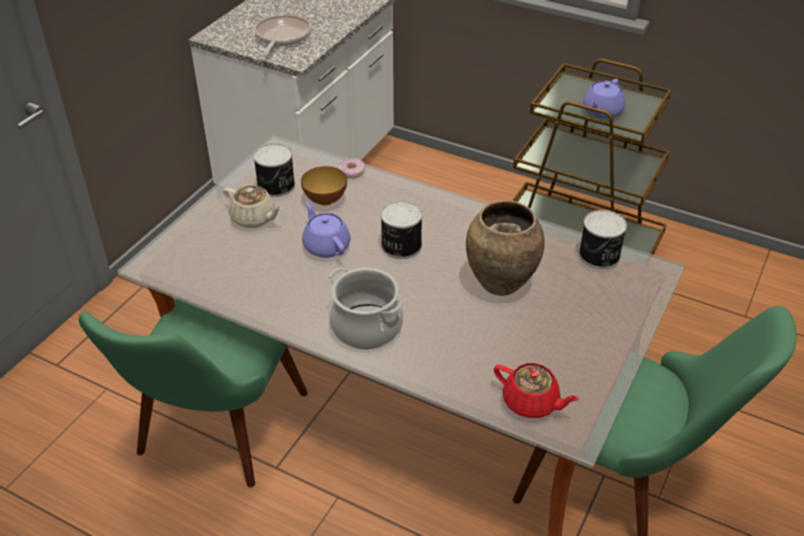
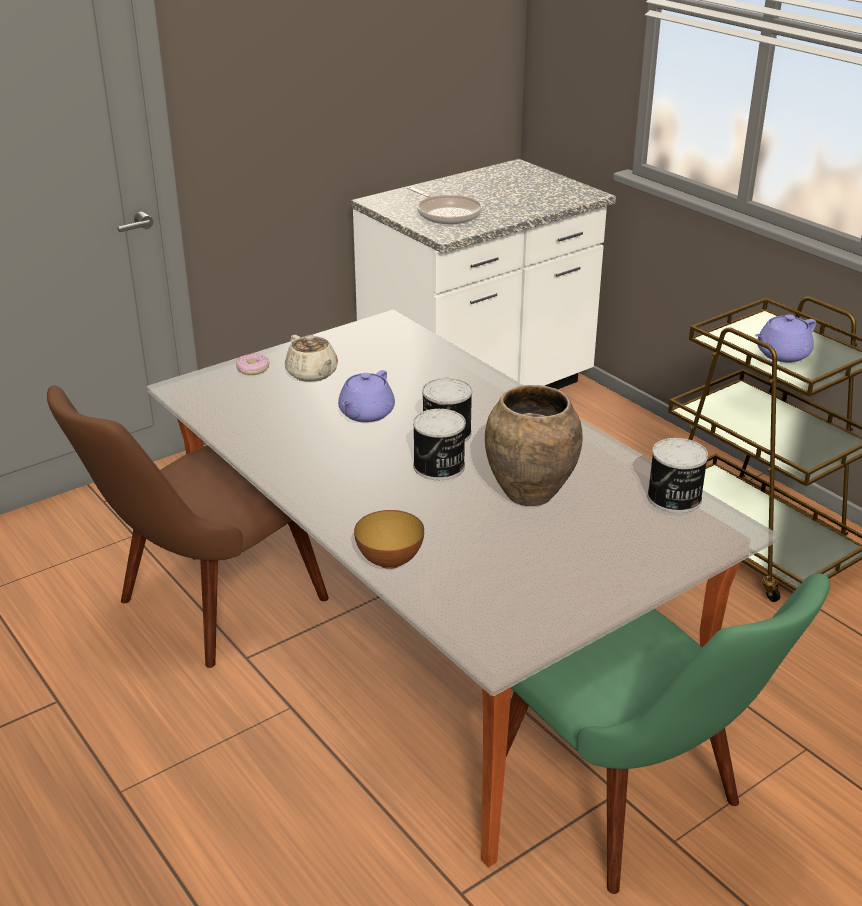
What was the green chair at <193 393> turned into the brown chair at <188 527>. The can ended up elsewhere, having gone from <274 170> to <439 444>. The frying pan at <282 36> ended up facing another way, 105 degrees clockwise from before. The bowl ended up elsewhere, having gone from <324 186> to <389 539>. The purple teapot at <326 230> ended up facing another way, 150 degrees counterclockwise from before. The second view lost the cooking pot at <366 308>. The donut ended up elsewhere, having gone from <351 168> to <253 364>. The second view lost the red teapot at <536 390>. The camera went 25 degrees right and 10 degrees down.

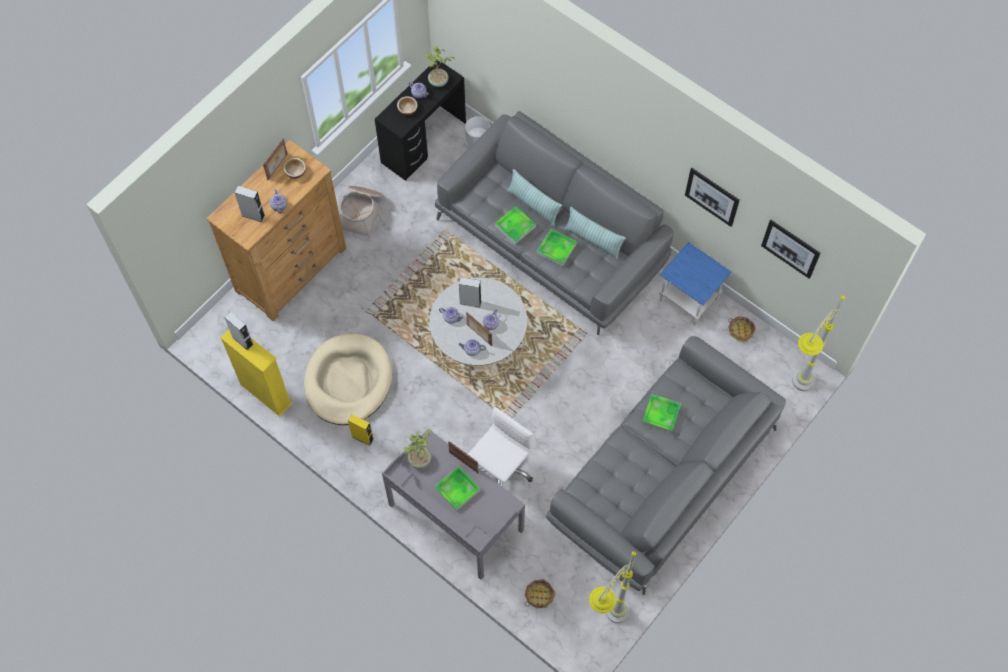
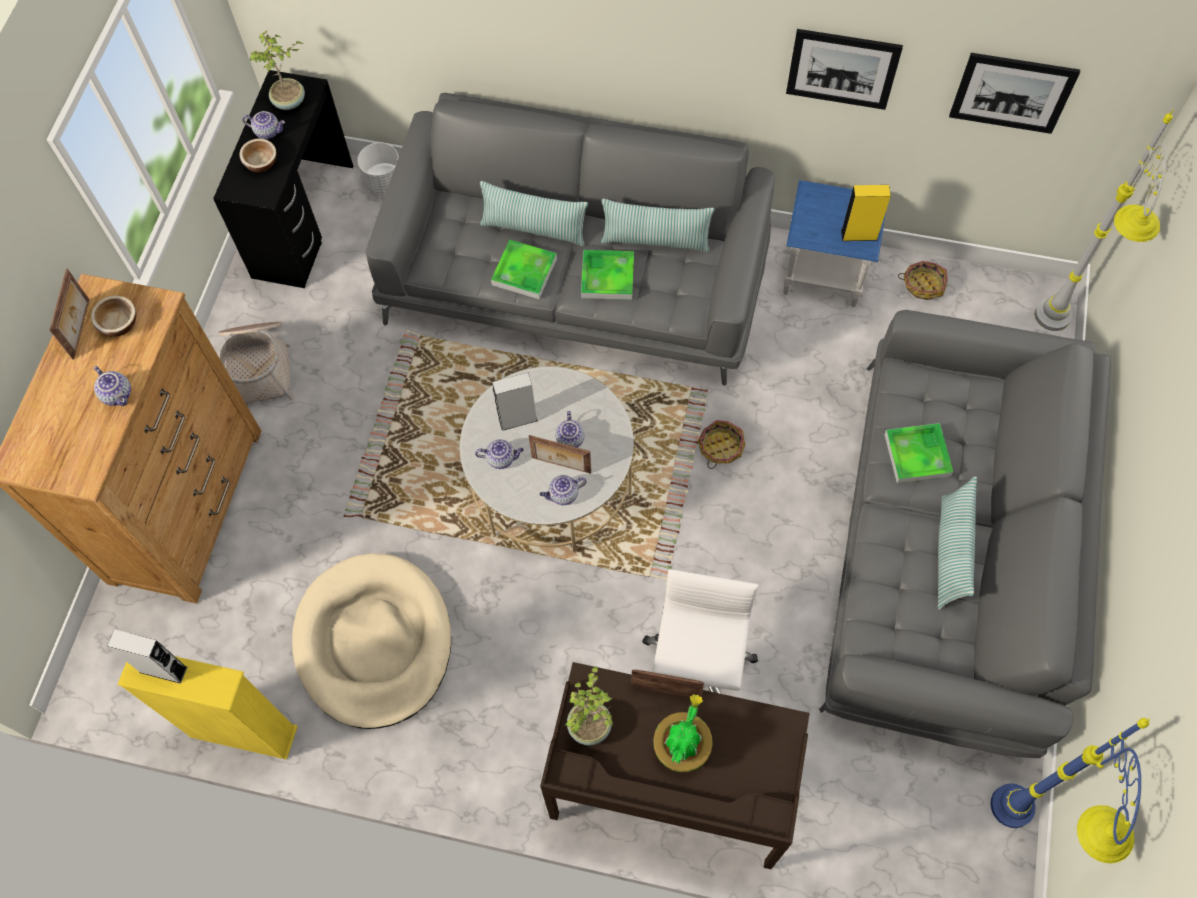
The second view lost the grey speaker at <249 204>. The yellow speaker ended up elsewhere, having gone from <361 430> to <866 213>. What was the grey desk at <453 504> turned into the brown desk at <675 765>. Where the tray stood at <457 488>, the potted plant came to stand at <683 733>. The basket ended up elsewhere, having gone from <540 593> to <721 444>. What was the grey floor lamp at <612 587> turned into the blue floor lamp at <1070 791>. The second view gained the pillow at <957 543>. The camera went 25 degrees left and 0 degrees up.

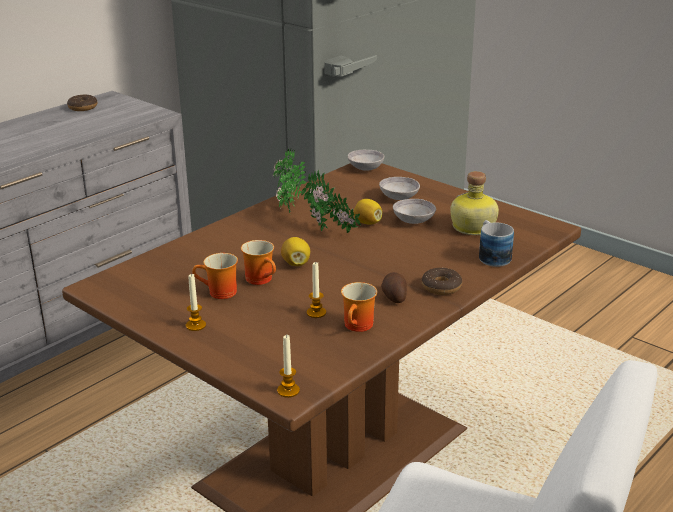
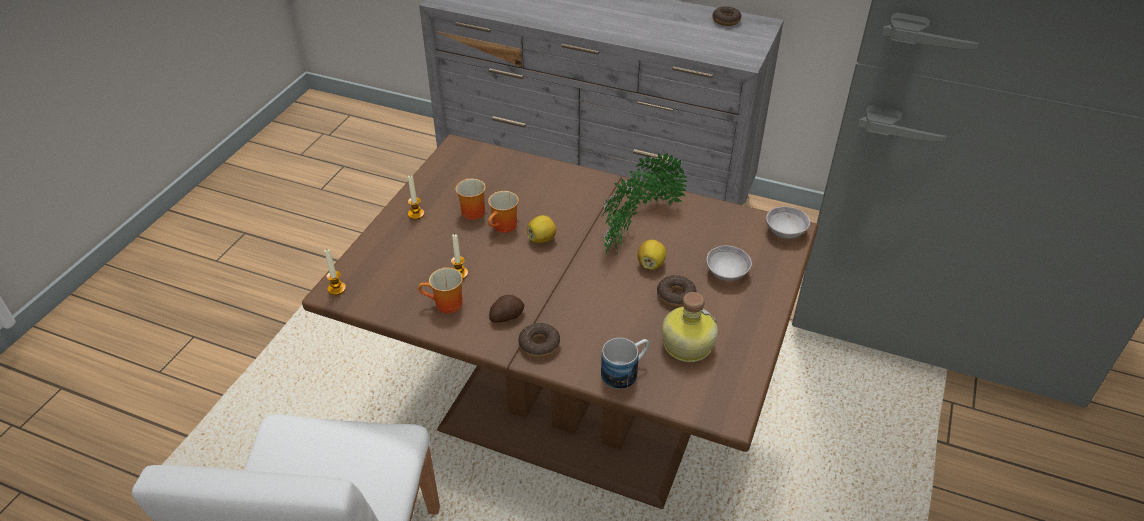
Where the grey bowl stood at <414 211>, the donut came to stand at <677 291>. The camera went 70 degrees right and 15 degrees up.

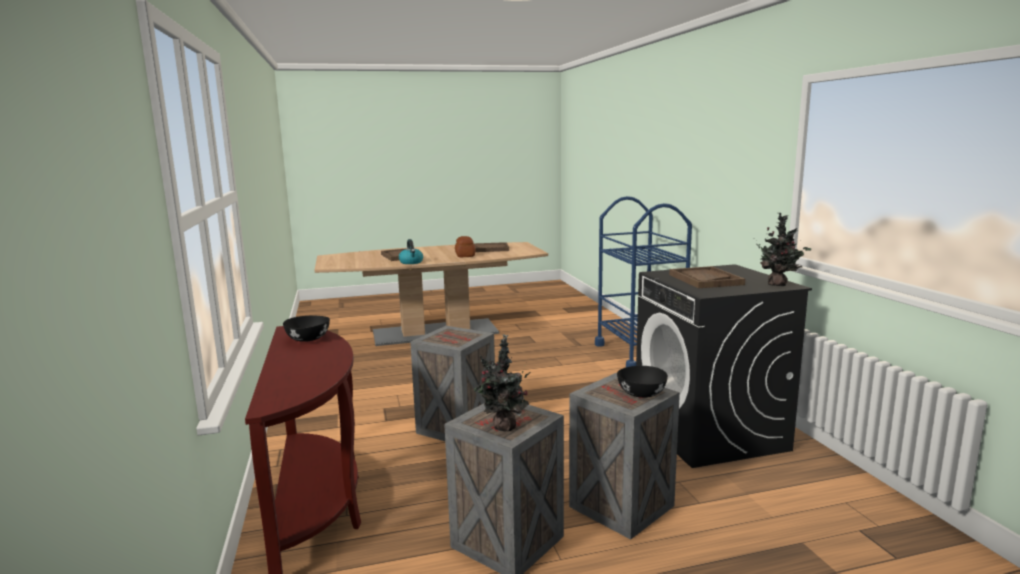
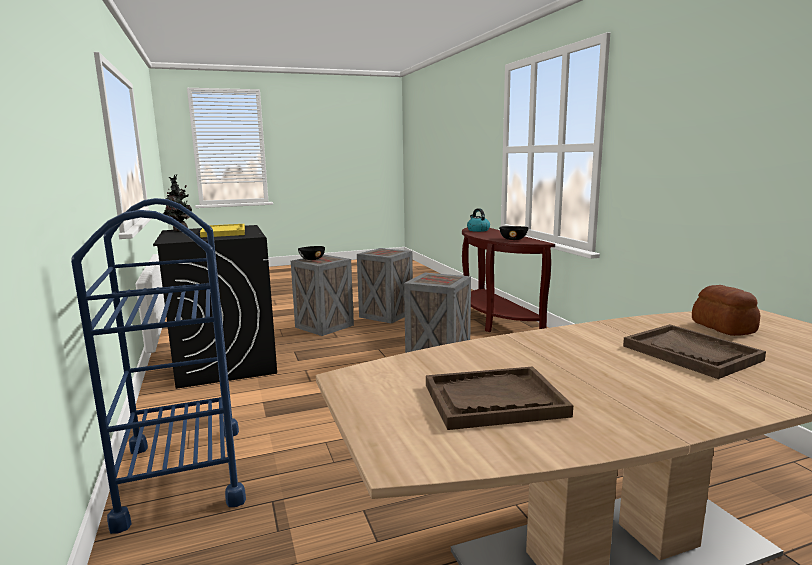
The kettle ended up elsewhere, having gone from <411 251> to <478 220>. The bread ended up elsewhere, having gone from <465 246> to <726 310>. The second view lost the potted plant at <502 383>. What was the brown tray at <707 277> turned into the yellow tray at <222 231>. The camera went 175 degrees right and 0 degrees up.

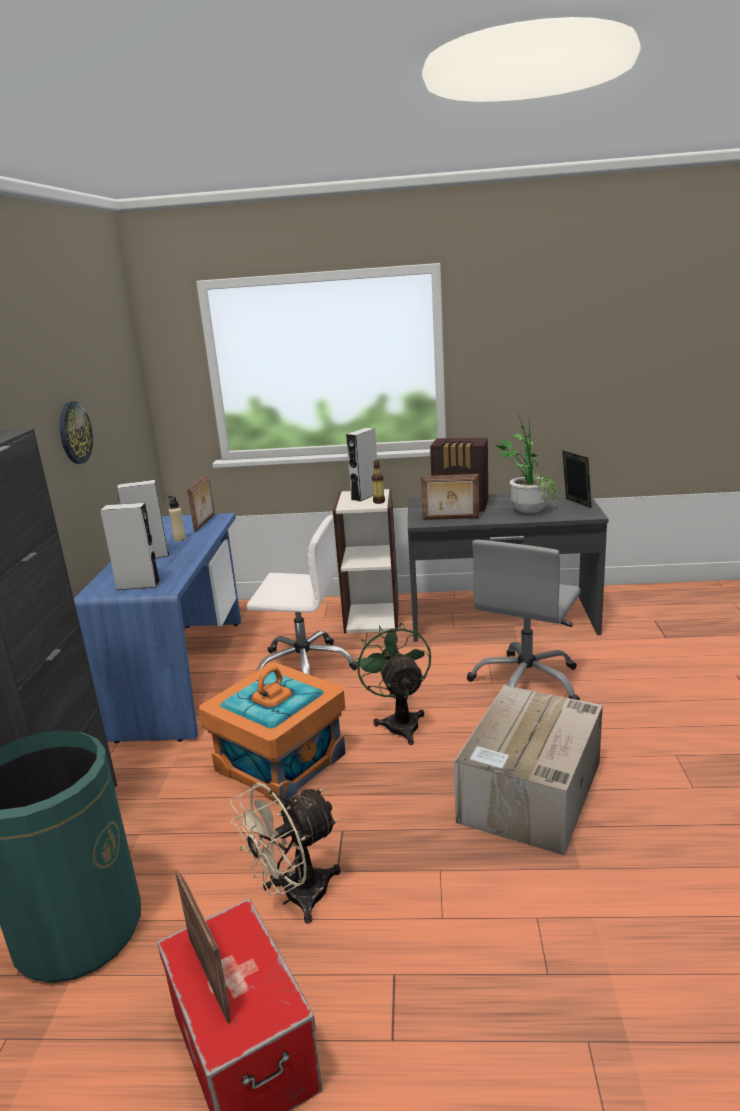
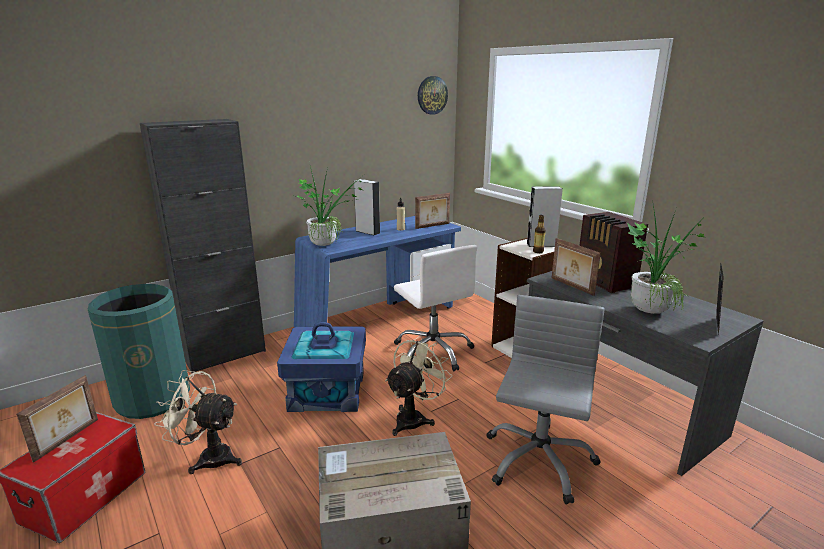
The wall clock ended up elsewhere, having gone from <76 432> to <433 95>. Where the grey speaker stood at <130 546>, the potted plant came to stand at <329 206>. What was the orange storage box at <272 733> turned into the blue storage box at <321 367>. What was the green fan at <392 684> turned into the beige fan at <419 386>. The grey office chair at <524 620> ended up facing another way, 120 degrees clockwise from before. The camera went 50 degrees right and 0 degrees up.

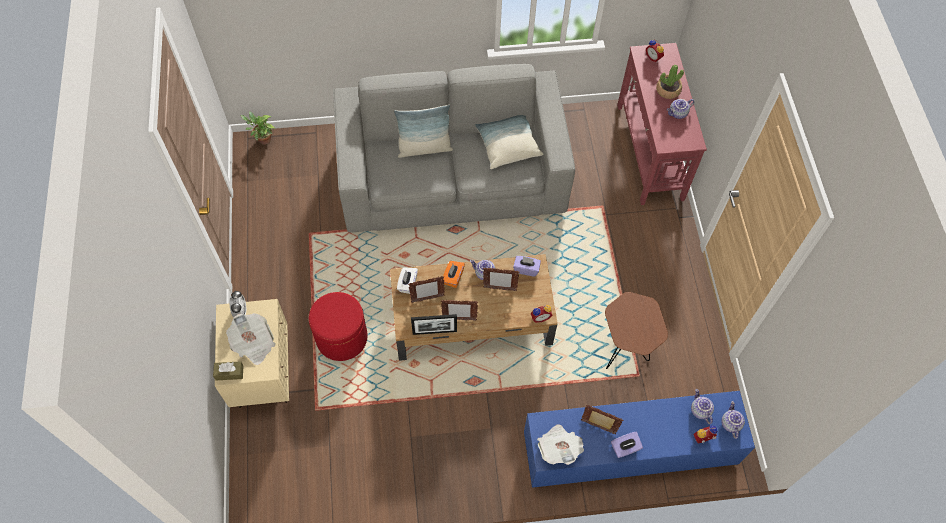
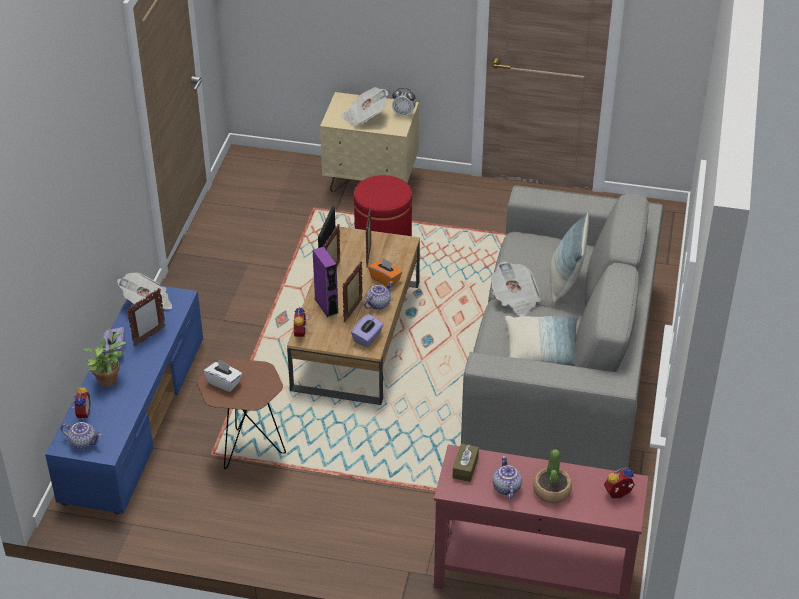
The brown tissue box ended up elsewhere, having gone from <228 370> to <466 463>. The potted plant ended up elsewhere, having gone from <257 128> to <104 359>. The white tissue box ended up elsewhere, having gone from <407 280> to <223 376>. The second view lost the teapot at <702 407>. The second view gained the purple speaker at <326 281>. The second view gained the newspaper at <515 288>. The camera went 110 degrees right and 20 degrees down.

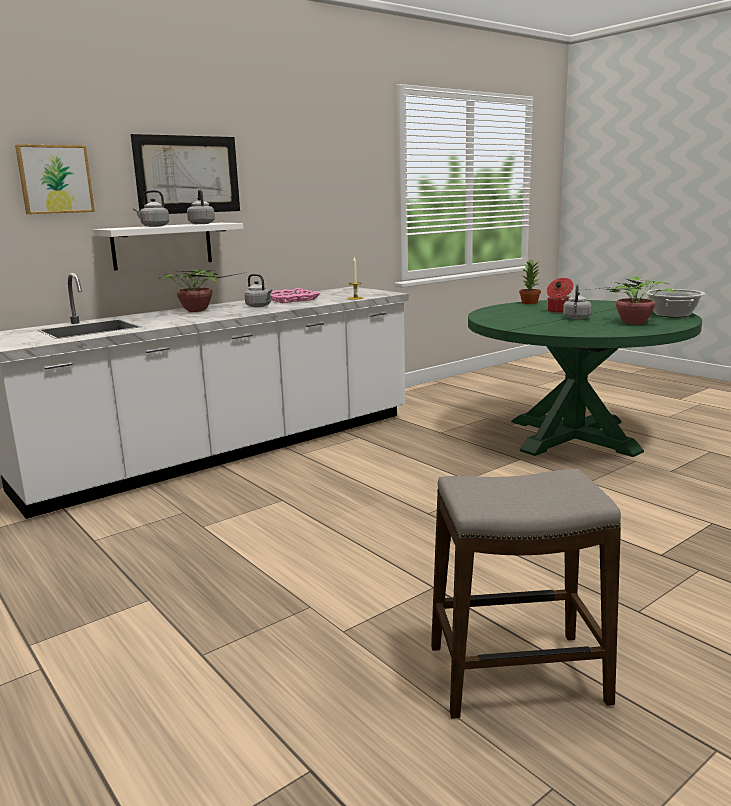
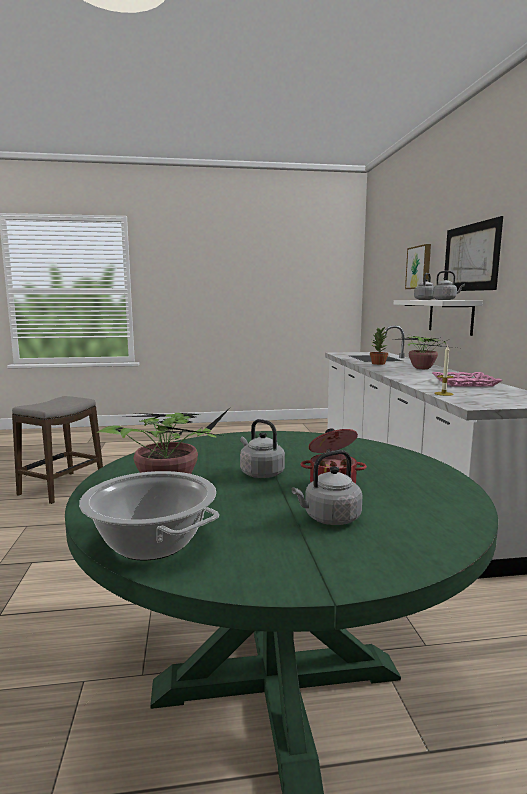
The grey kettle ended up elsewhere, having gone from <258 290> to <327 487>. The potted plant ended up elsewhere, having gone from <530 281> to <379 346>. The camera went 120 degrees right and 5 degrees down.

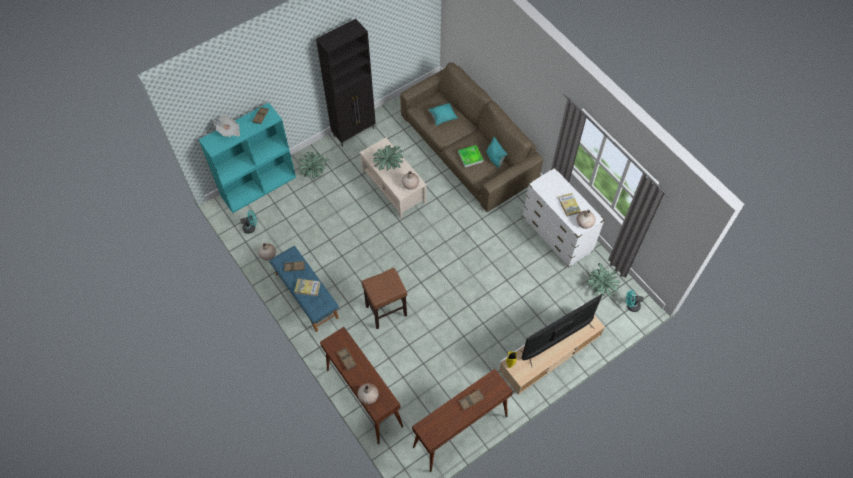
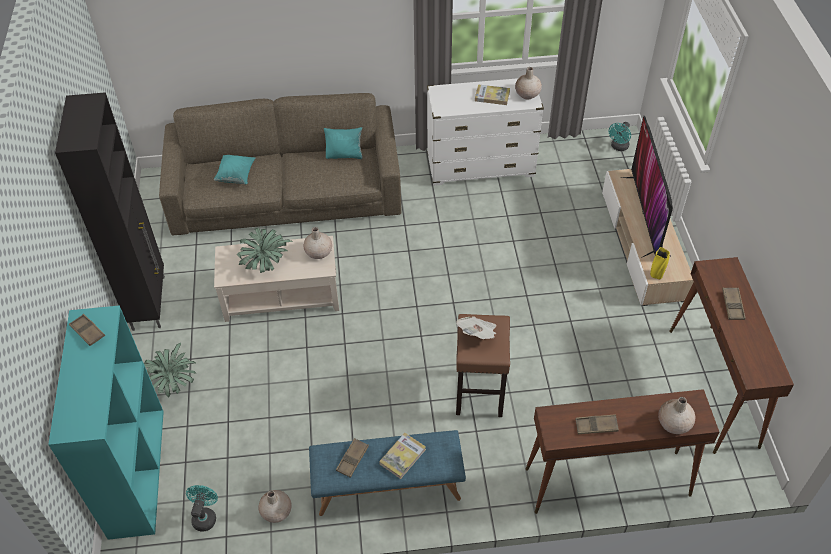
The newspaper ended up elsewhere, having gone from <227 126> to <476 327>. The second view lost the tray at <470 156>. The second view lost the potted plant at <603 279>. The camera went 60 degrees left and 10 degrees down.

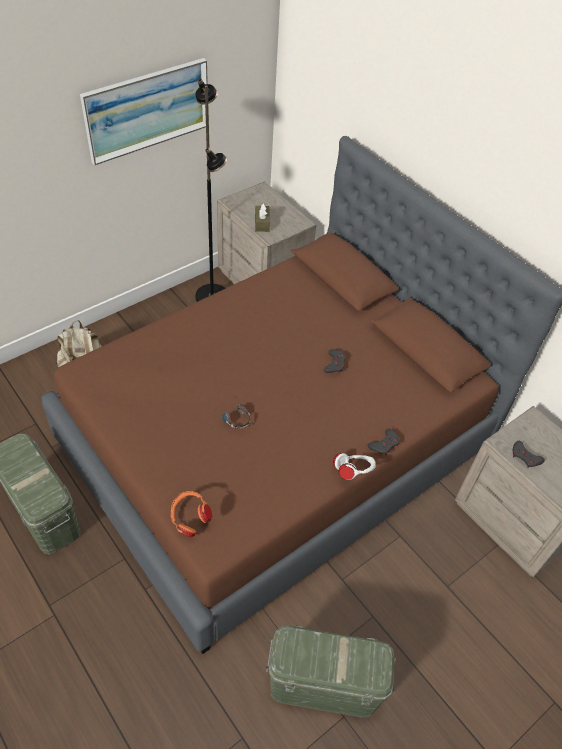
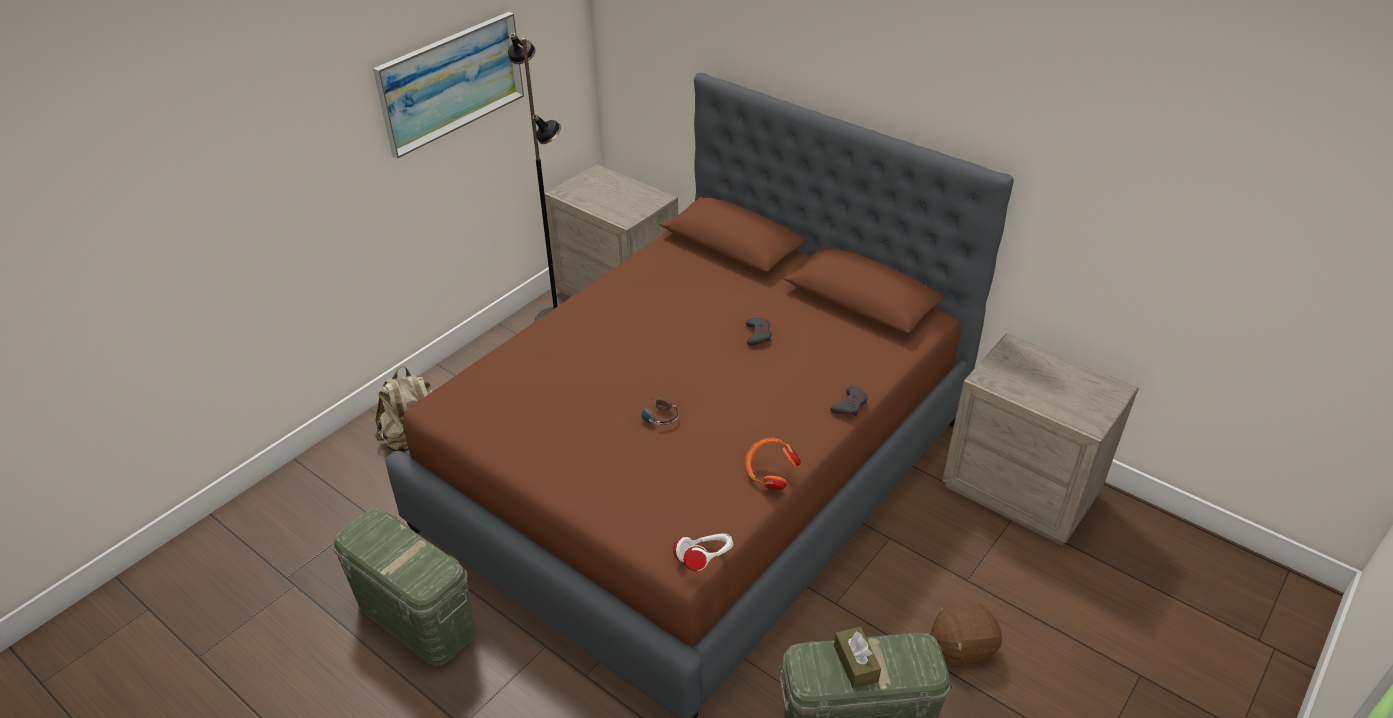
The orange headphones ended up elsewhere, having gone from <191 514> to <773 464>. The brown tissue box ended up elsewhere, having gone from <262 217> to <857 658>. The white headphones ended up elsewhere, having gone from <354 466> to <703 552>. The second view lost the grey game controller at <529 454>. The second view gained the brown plush toy at <966 635>. The camera went 10 degrees left and 10 degrees down.

